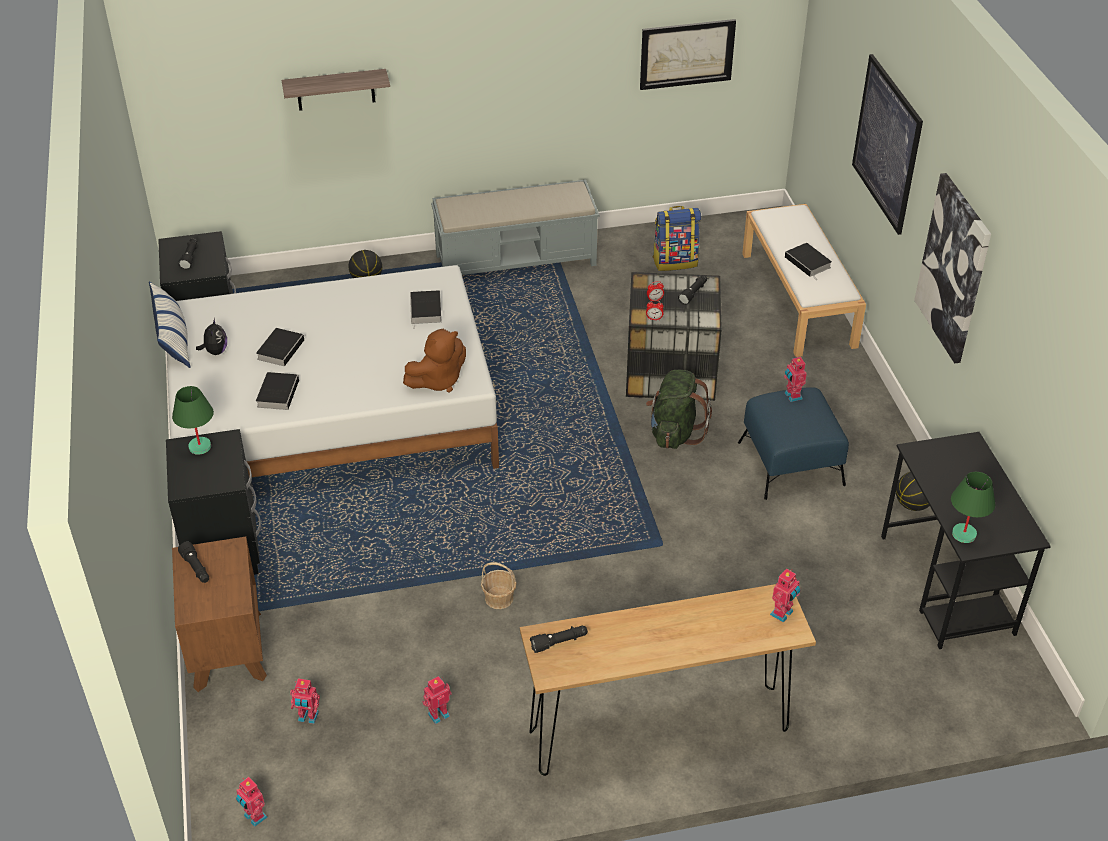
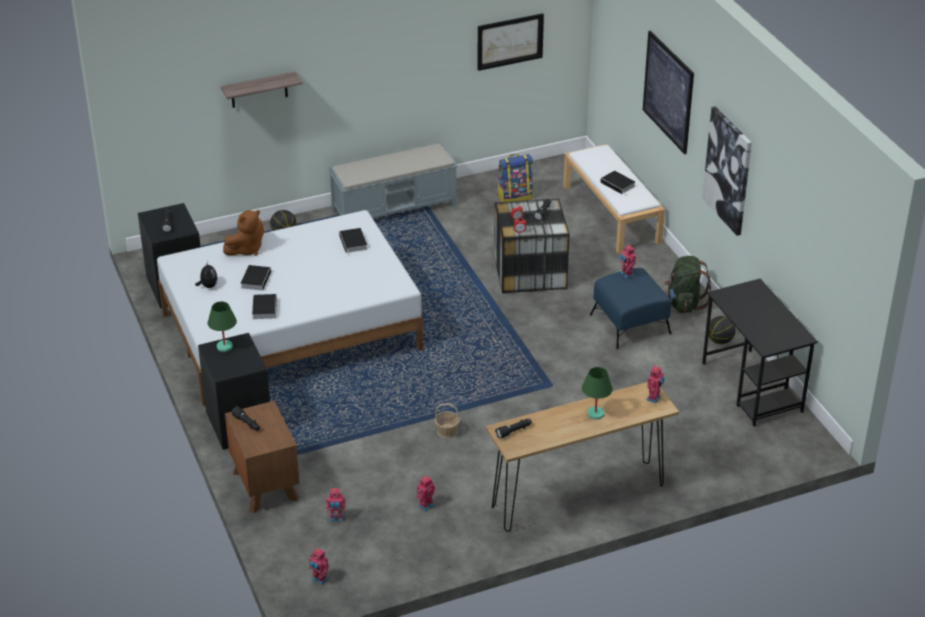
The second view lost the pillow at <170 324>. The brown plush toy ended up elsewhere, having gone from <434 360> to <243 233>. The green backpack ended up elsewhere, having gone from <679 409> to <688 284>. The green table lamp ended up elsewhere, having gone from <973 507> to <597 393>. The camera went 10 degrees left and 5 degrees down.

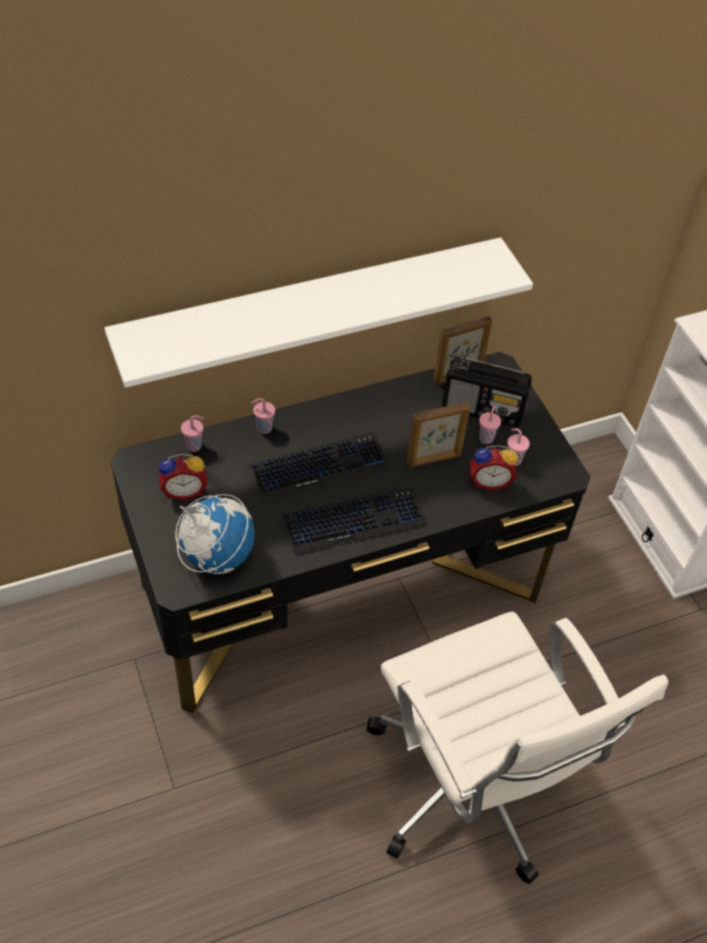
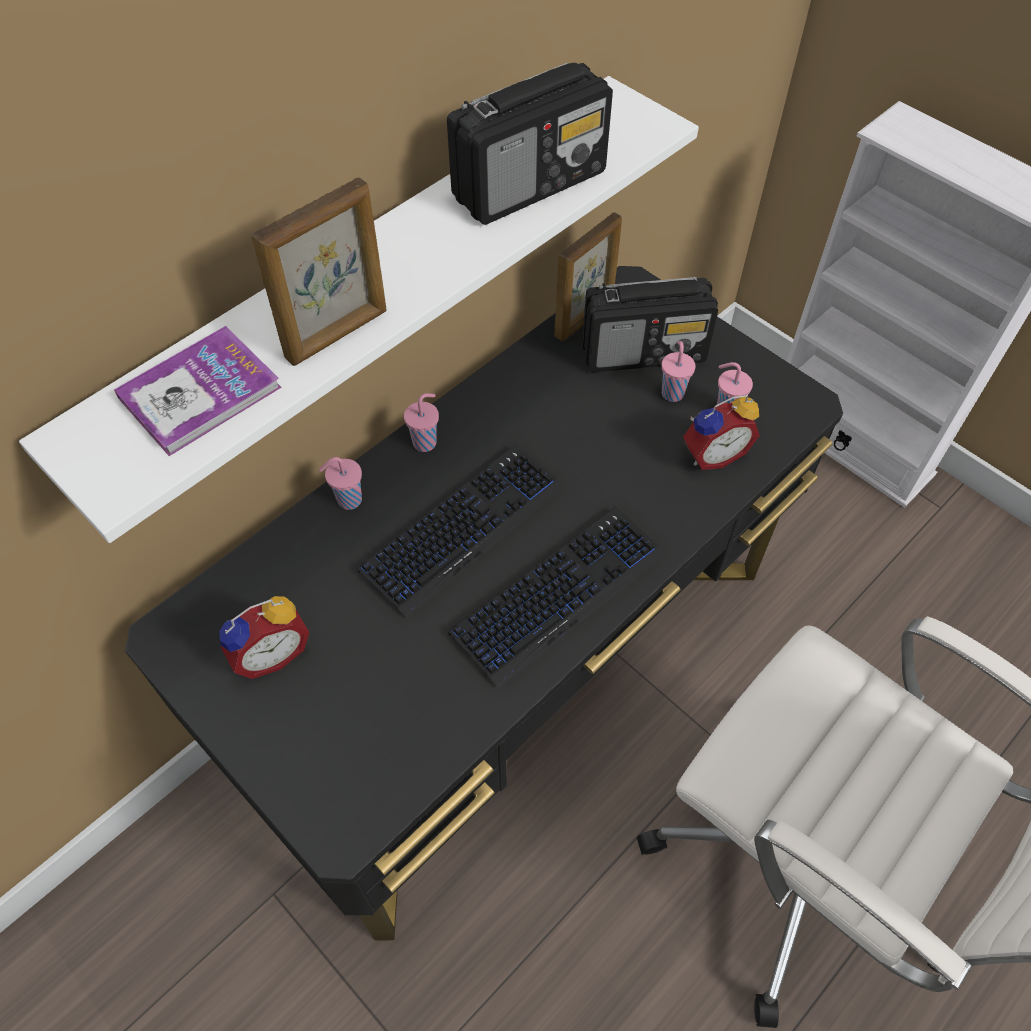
The second view lost the globe at <215 534>. The pink cup ended up elsewhere, having gone from <192 433> to <421 422>. The picture frame ended up elsewhere, having gone from <438 435> to <319 271>. The second view gained the book at <198 391>. The second view gained the radio at <530 144>. The camera went 20 degrees left and 5 degrees up.

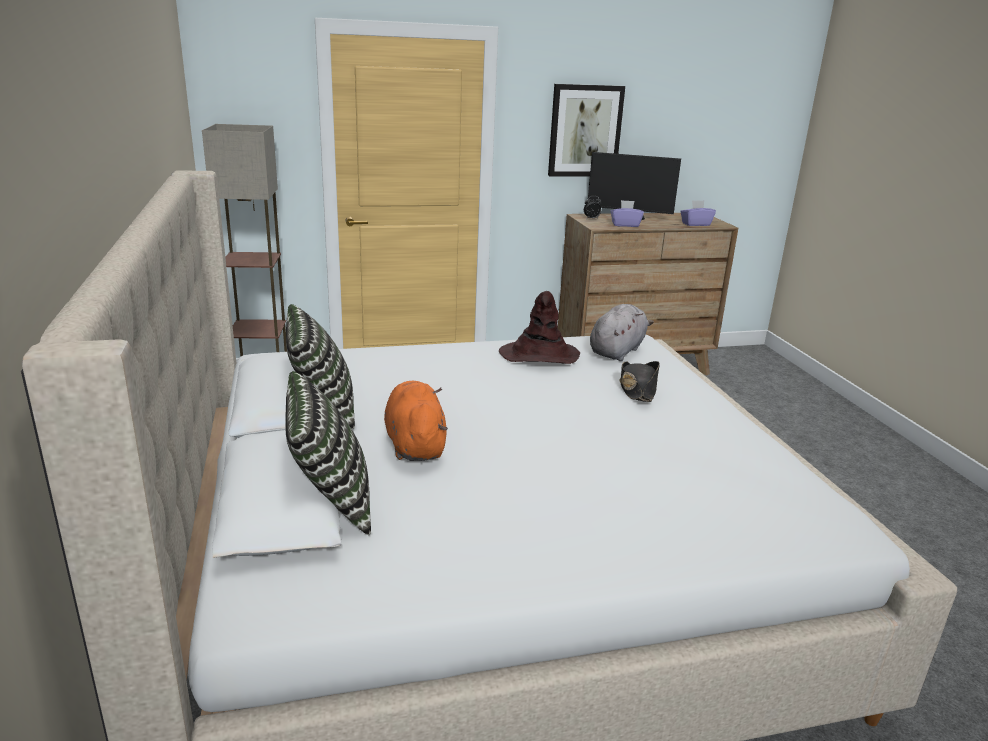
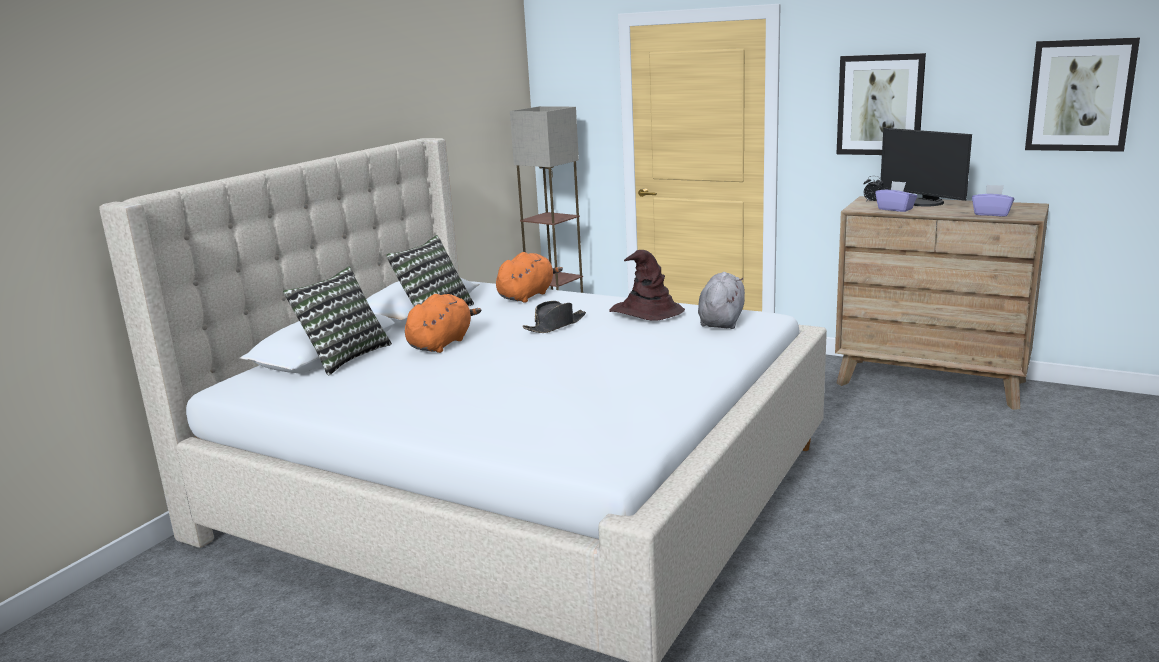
The grey plush toy at <622 332> ended up facing another way, 60 degrees counterclockwise from before. The black hat ended up elsewhere, having gone from <639 381> to <554 317>. The second view gained the orange plush toy at <529 277>. The second view gained the picture at <1082 95>. The camera went 45 degrees right and 5 degrees down.

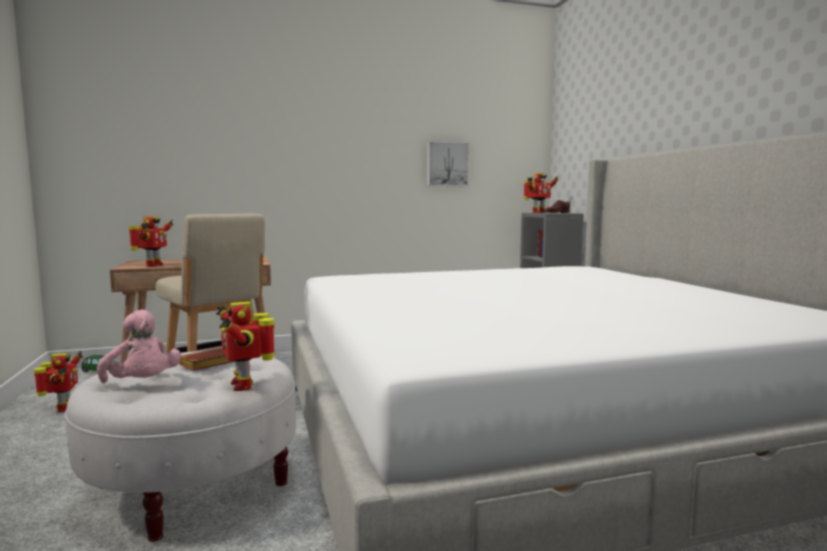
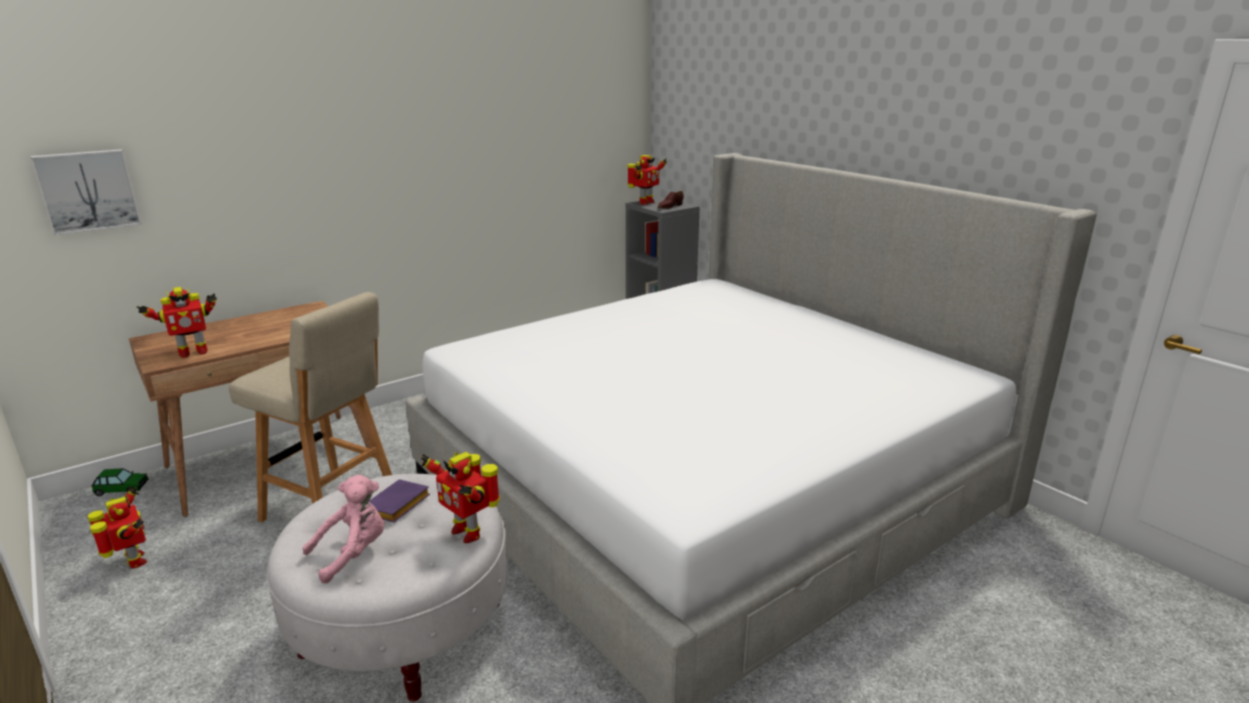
The pink plush toy at <139 346> ended up facing another way, 60 degrees counterclockwise from before. The toy robot at <151 241> ended up facing another way, 75 degrees clockwise from before. What was the brown book at <207 359> turned into the purple book at <399 501>. The picture ended up elsewhere, having gone from <448 164> to <86 192>. The camera went 20 degrees left and 15 degrees up.

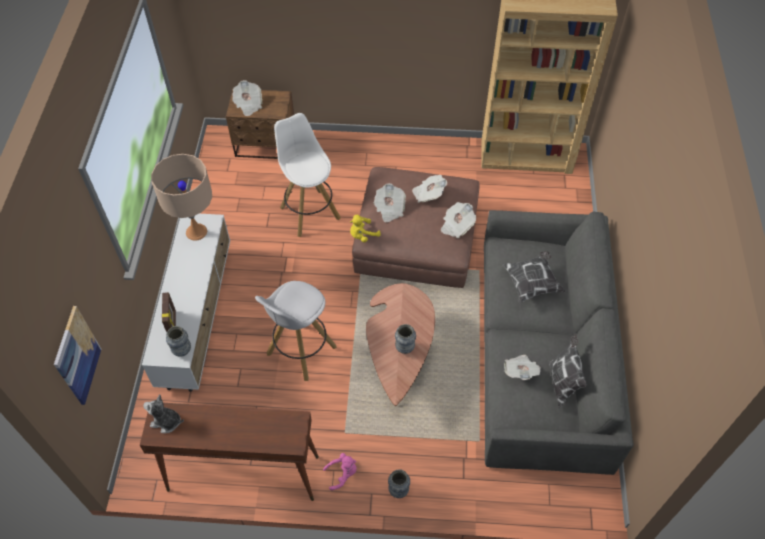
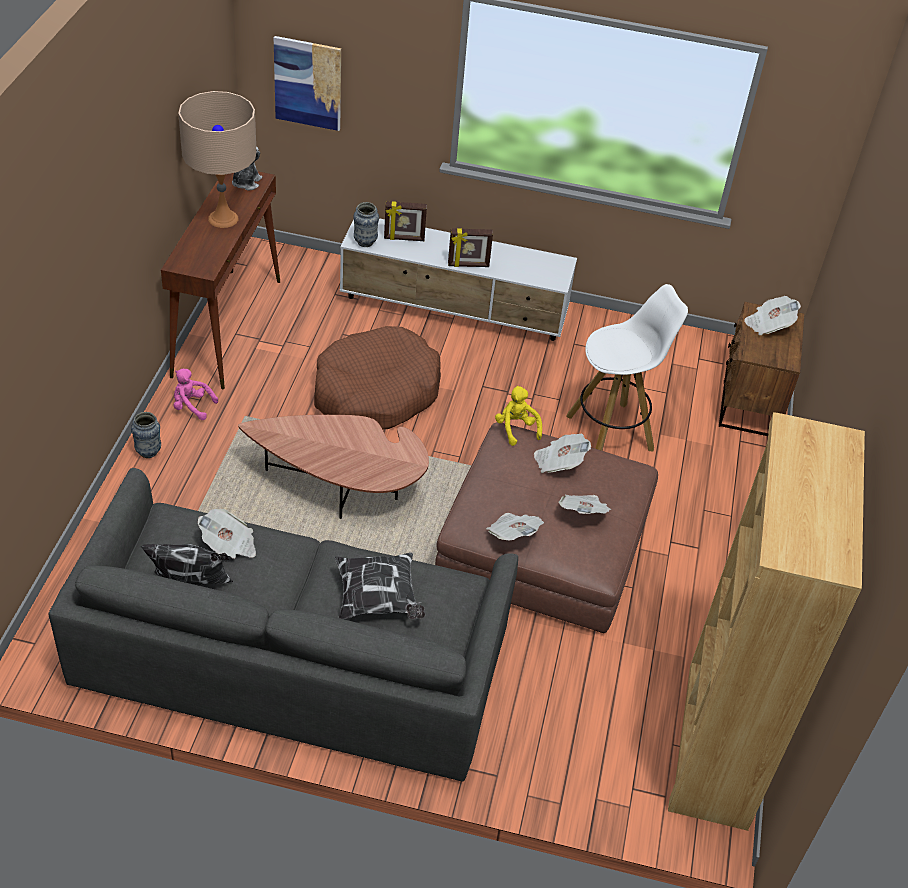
The beige table lamp ended up elsewhere, having gone from <181 197> to <217 159>. Where the white stool stood at <296 331>, the brown dog bed came to stand at <377 377>. The pink plush toy at <340 471> ended up facing another way, 120 degrees clockwise from before. The second view lost the vase at <405 339>. The second view gained the picture frame at <470 247>. The camera went 95 degrees right and 10 degrees down.

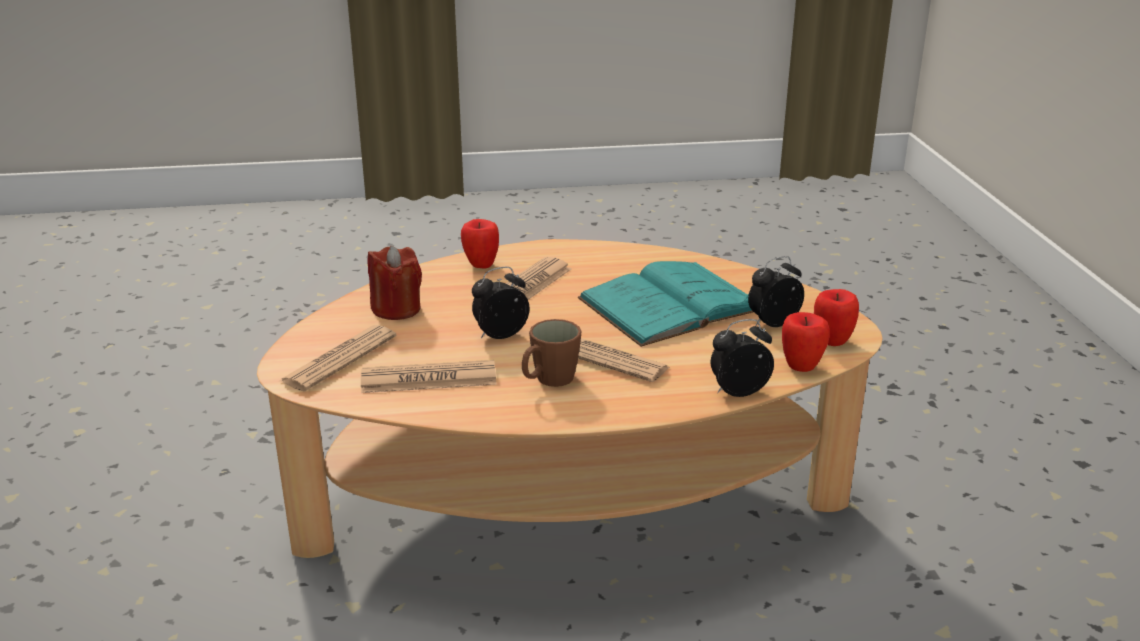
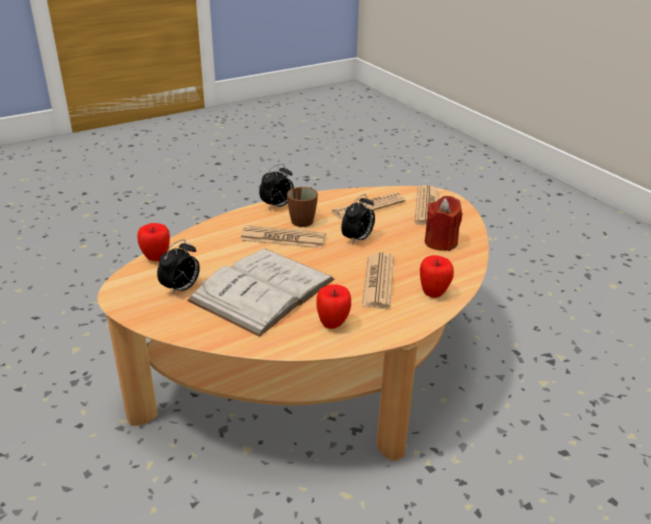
What was the turquoise book at <665 304> turned into the white book at <260 293>. The alarm clock ended up elsewhere, having gone from <742 358> to <276 187>. The apple ended up elsewhere, having gone from <836 317> to <333 306>. The camera went 155 degrees right and 5 degrees up.

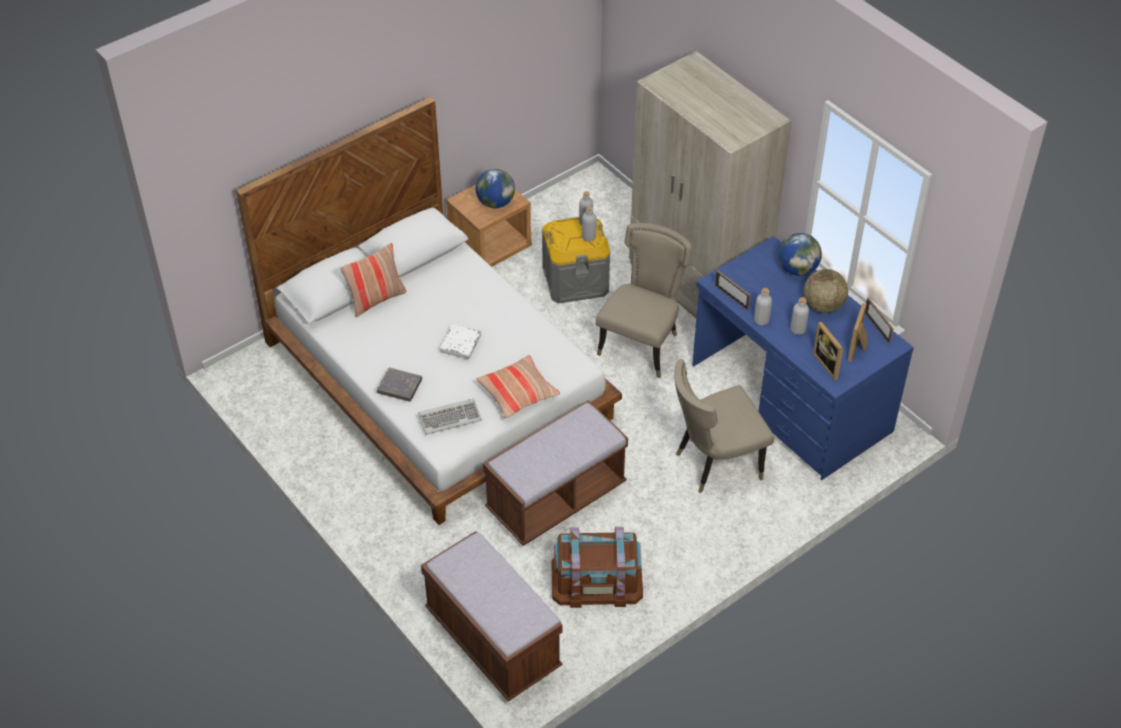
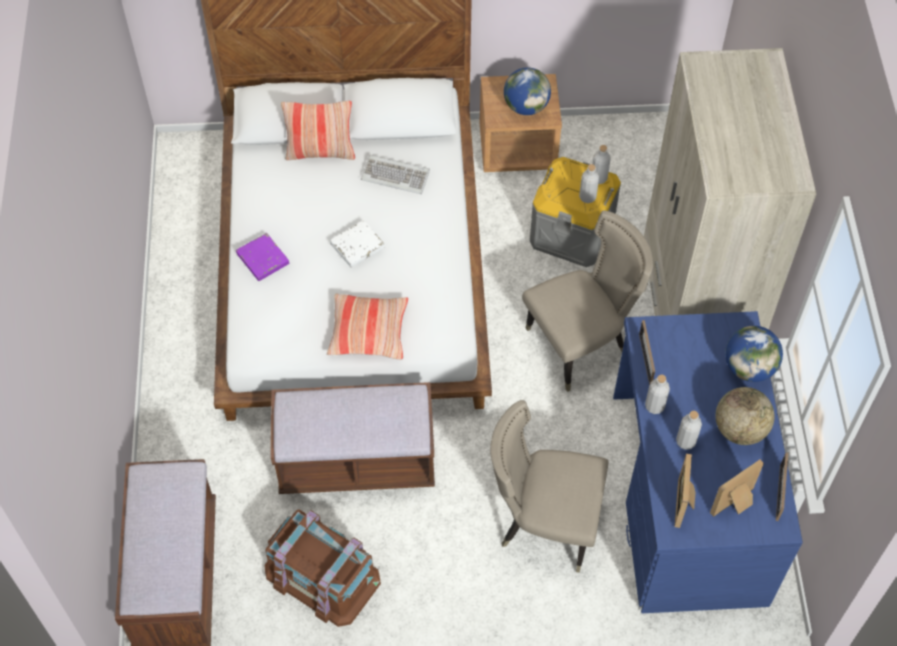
What was the grey book at <399 384> turned into the purple book at <262 257>. The keyboard ended up elsewhere, having gone from <450 416> to <395 174>. The camera went 35 degrees right and 10 degrees up.

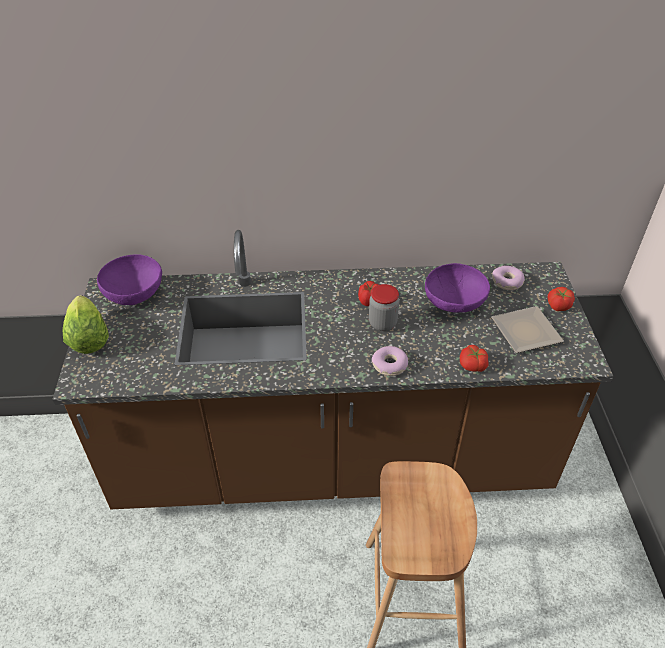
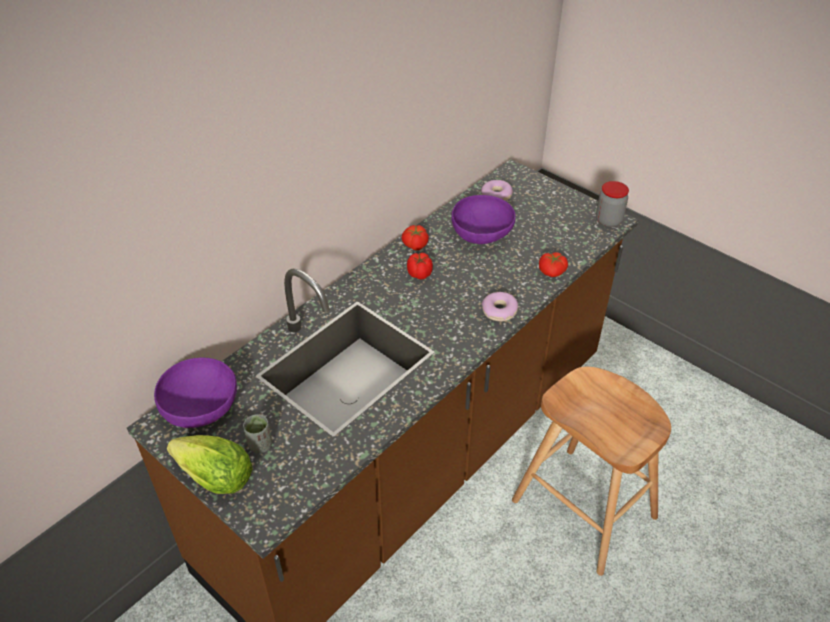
The jar ended up elsewhere, having gone from <384 307> to <612 204>. The second view lost the plate at <527 329>. The tomato ended up elsewhere, having gone from <561 299> to <415 237>. The second view gained the grey cup at <257 434>. The camera went 45 degrees left and 0 degrees up.

